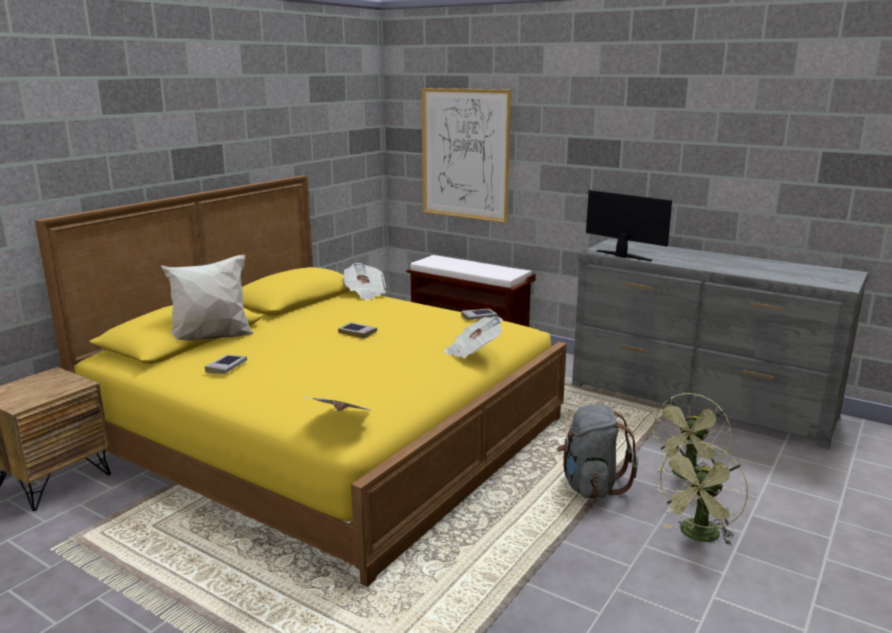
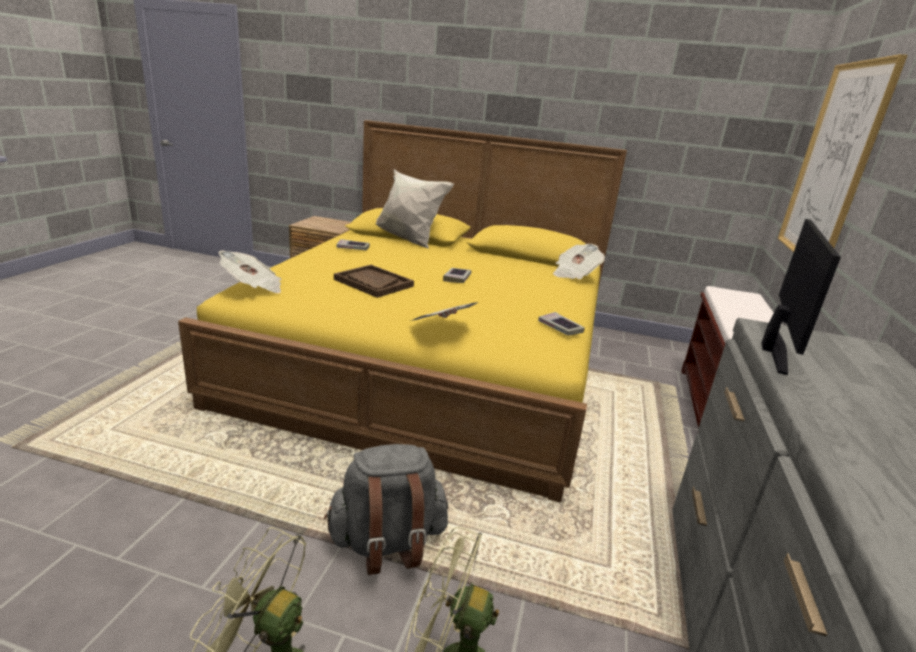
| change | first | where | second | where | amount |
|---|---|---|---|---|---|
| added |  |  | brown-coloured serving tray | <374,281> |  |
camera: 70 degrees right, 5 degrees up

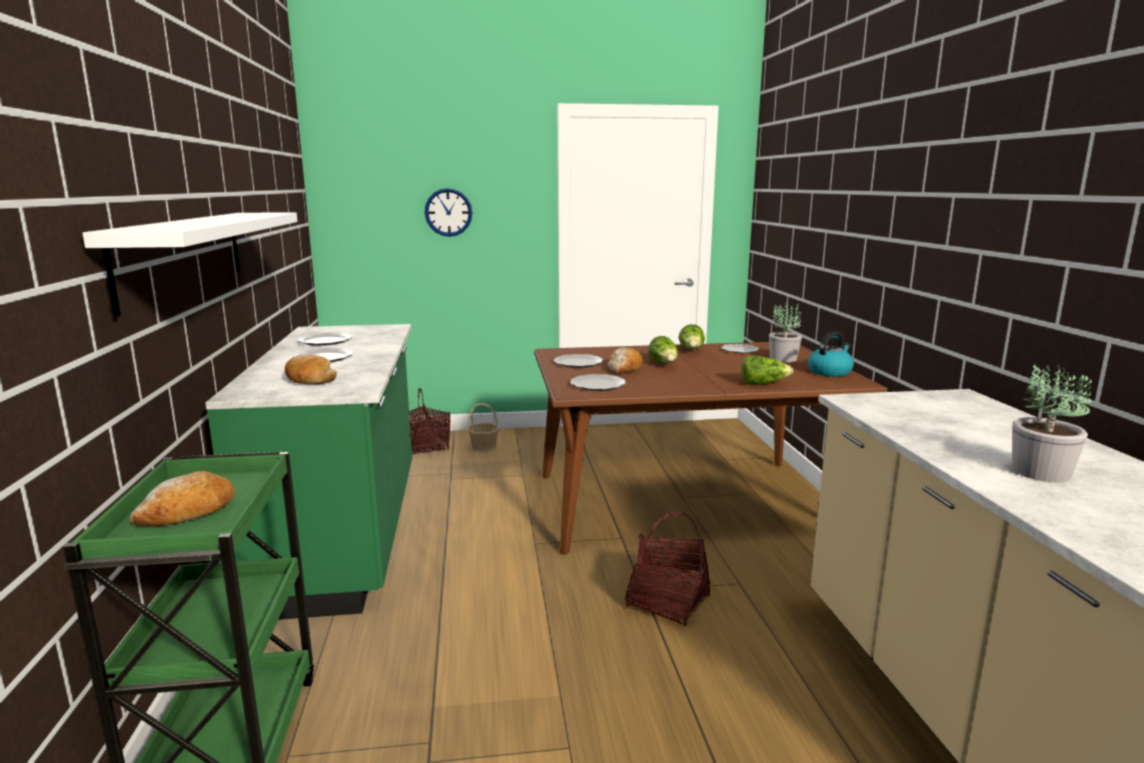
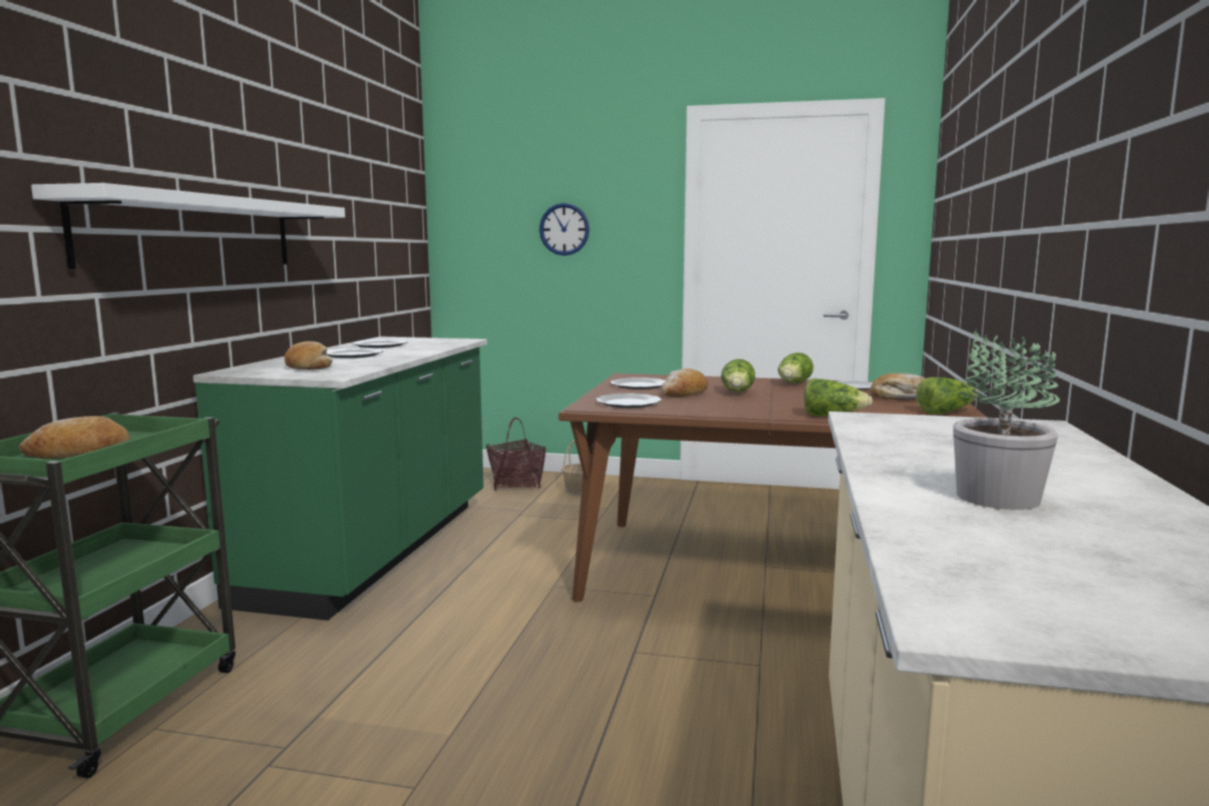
| change | first | where | second | where | amount |
|---|---|---|---|---|---|
| removed | basket | <667,569> |  |  |  |
| replaced | houseplant | <785,332> | bread | <897,386> |  |
| replaced | kettle | <831,354> | lettuce | <947,395> |  |
camera: 20 degrees right, 5 degrees down

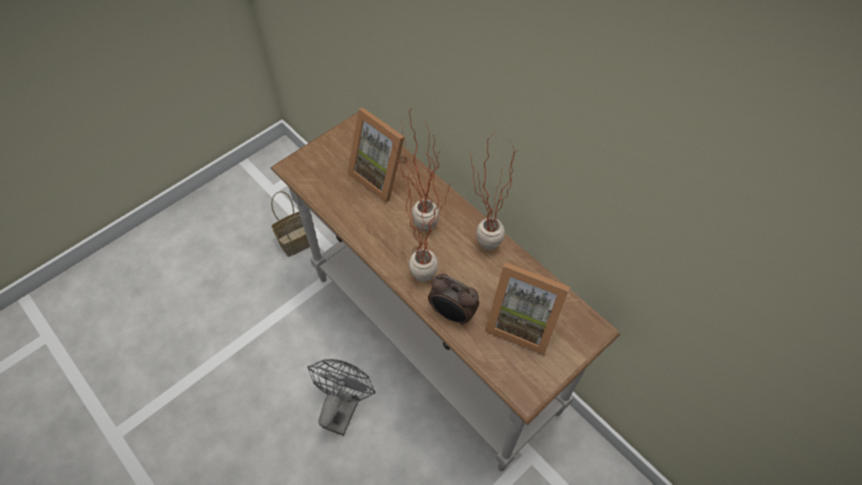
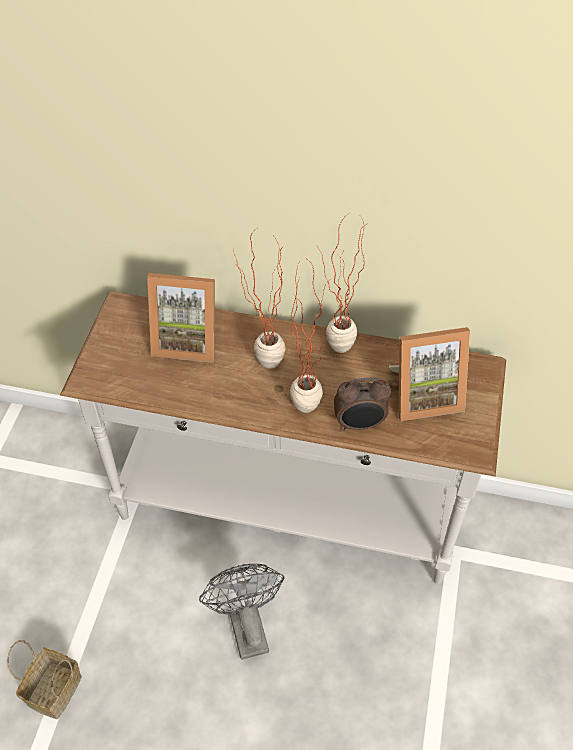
| change | first | where | second | where | amount |
|---|---|---|---|---|---|
| moved | basket | <290,224> |  | <44,679> |  |
camera: 35 degrees left, 5 degrees down

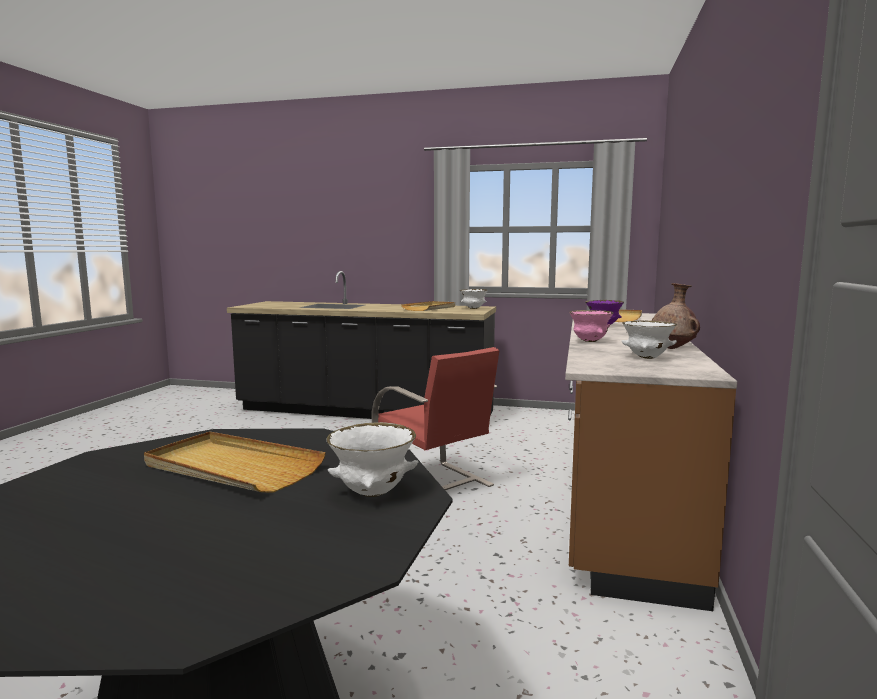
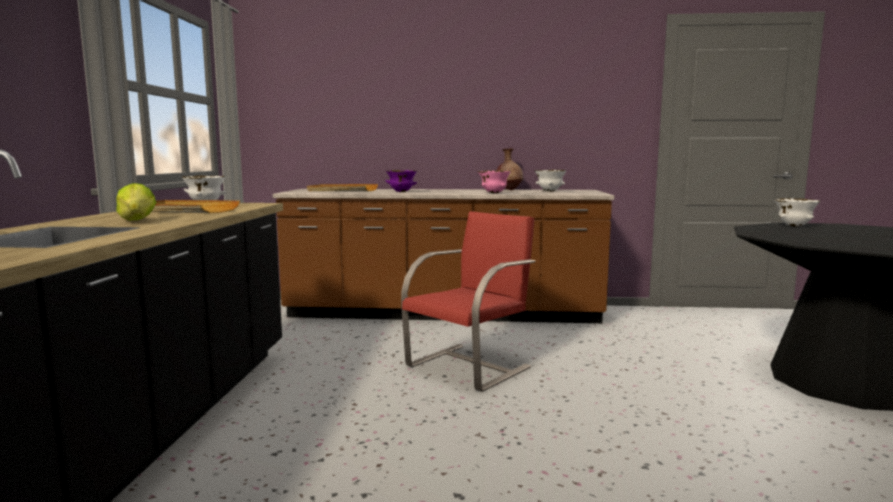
| change | first | where | second | where | amount |
|---|---|---|---|---|---|
| removed | beige-coloured serving tray | <235,462> |  |  |  |
| added |  |  | lettuce | <136,202> |  |
camera: 100 degrees left, 0 degrees up

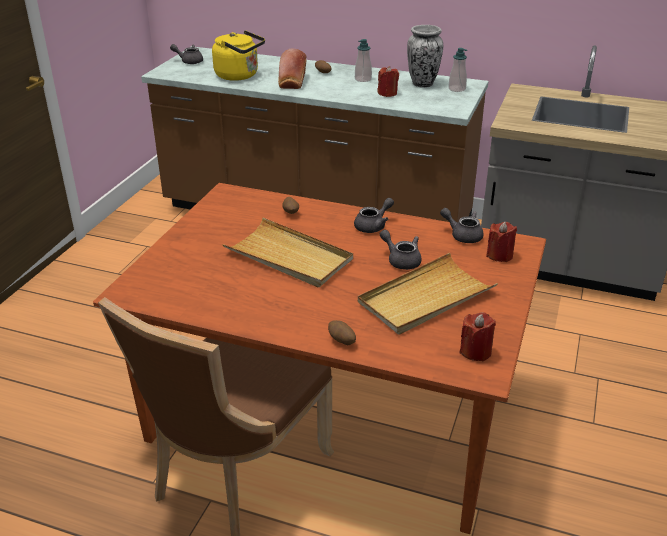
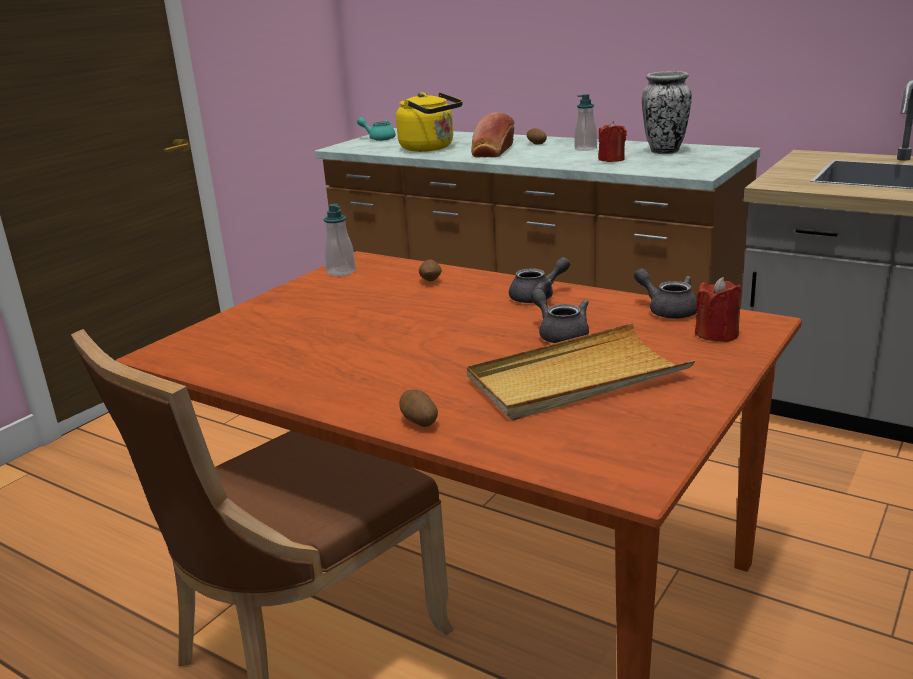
| change | first | where | second | where | amount |
|---|---|---|---|---|---|
| removed | beige-coloured serving tray | <287,252> |  |  |  |
| removed | reddish candle | <477,336> |  |  |  |
| moved | soap bottle | <457,70> |  | <340,240> |  |
| recoloured | gray teapot | <186,54> | blue-green teapot | <376,129> |  |
camera: 15 degrees right, 10 degrees down

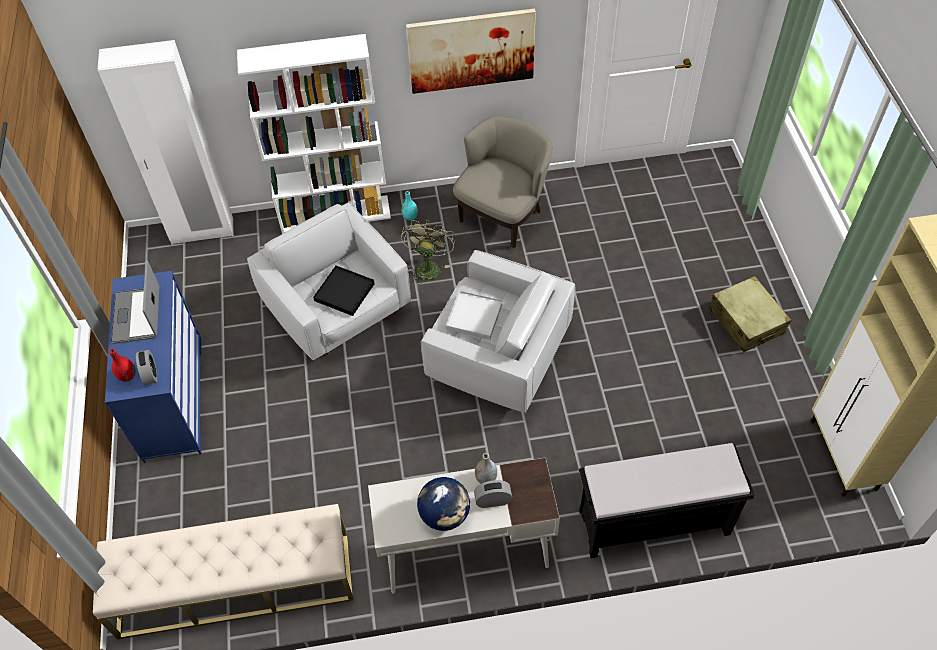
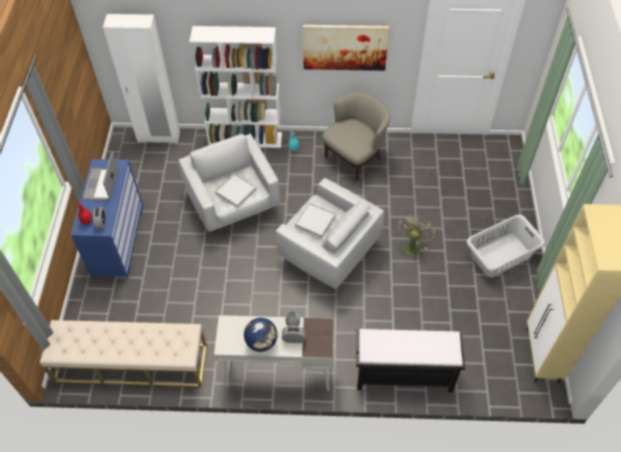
| change | first | where | second | where | amount |
|---|---|---|---|---|---|
| moved | green fan | <427,252> |  | <417,237> |  |
| replaced | beige-coloured travel case | <750,314> | gray washing basket | <506,246> |  |
| recoloured | blackish serving tray | <344,291> | whitish serving tray | <235,190> |  |
camera: 10 degrees right, 0 degrees up

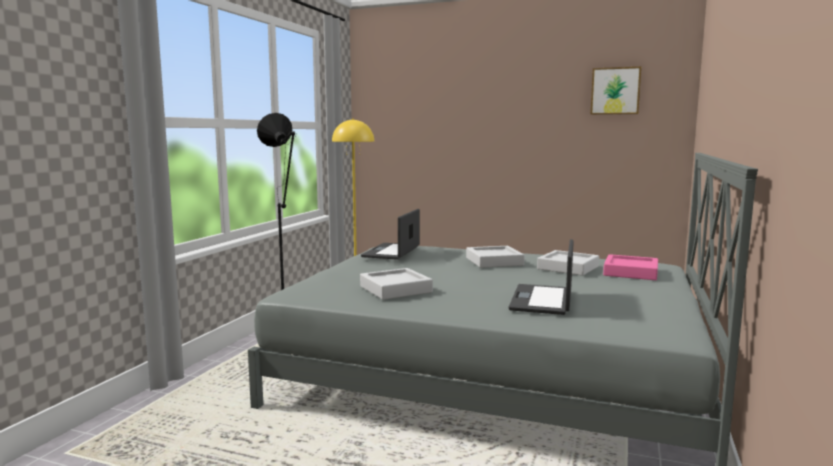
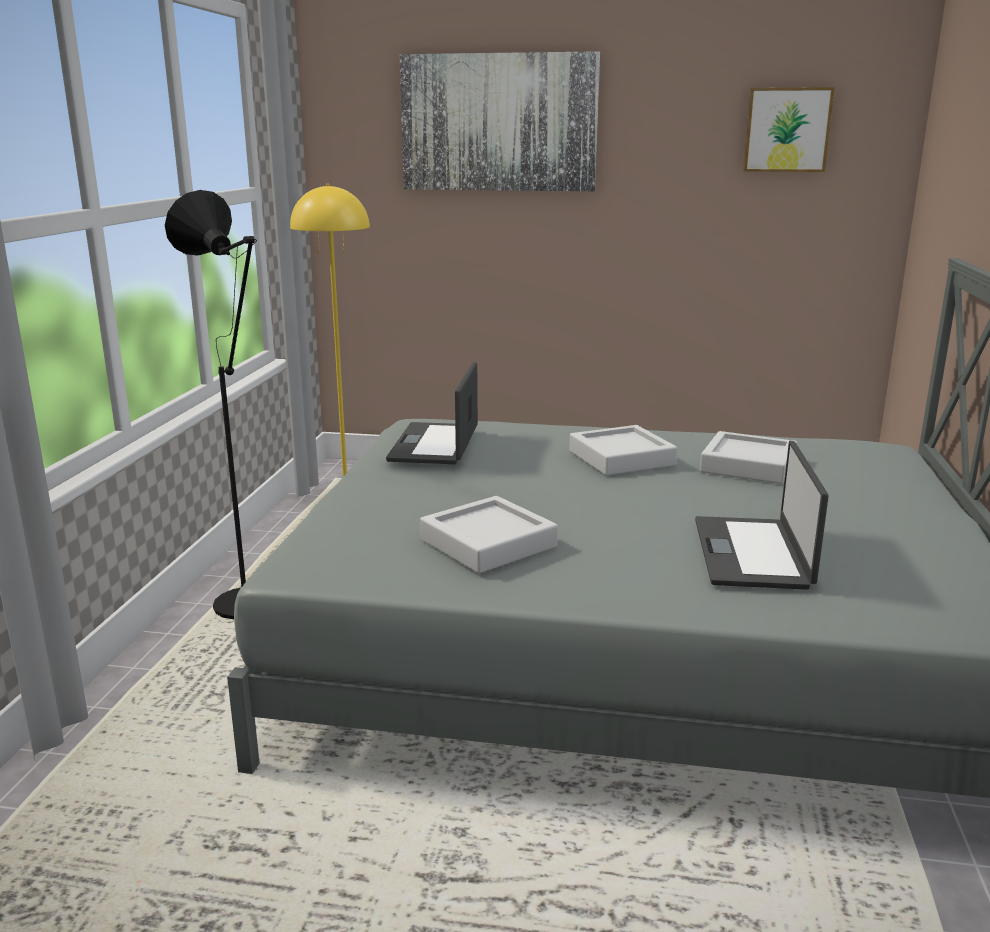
| change | first | where | second | where | amount |
|---|---|---|---|---|---|
| removed | pink-coloured serving tray | <630,267> |  |  |  |
| added |  |  | wall picture | <499,121> |  |
camera: 10 degrees left, 10 degrees up

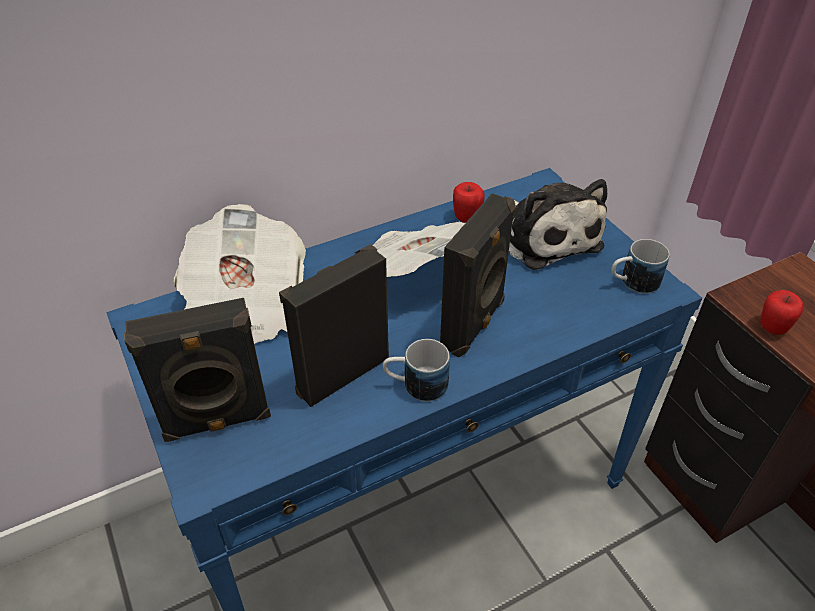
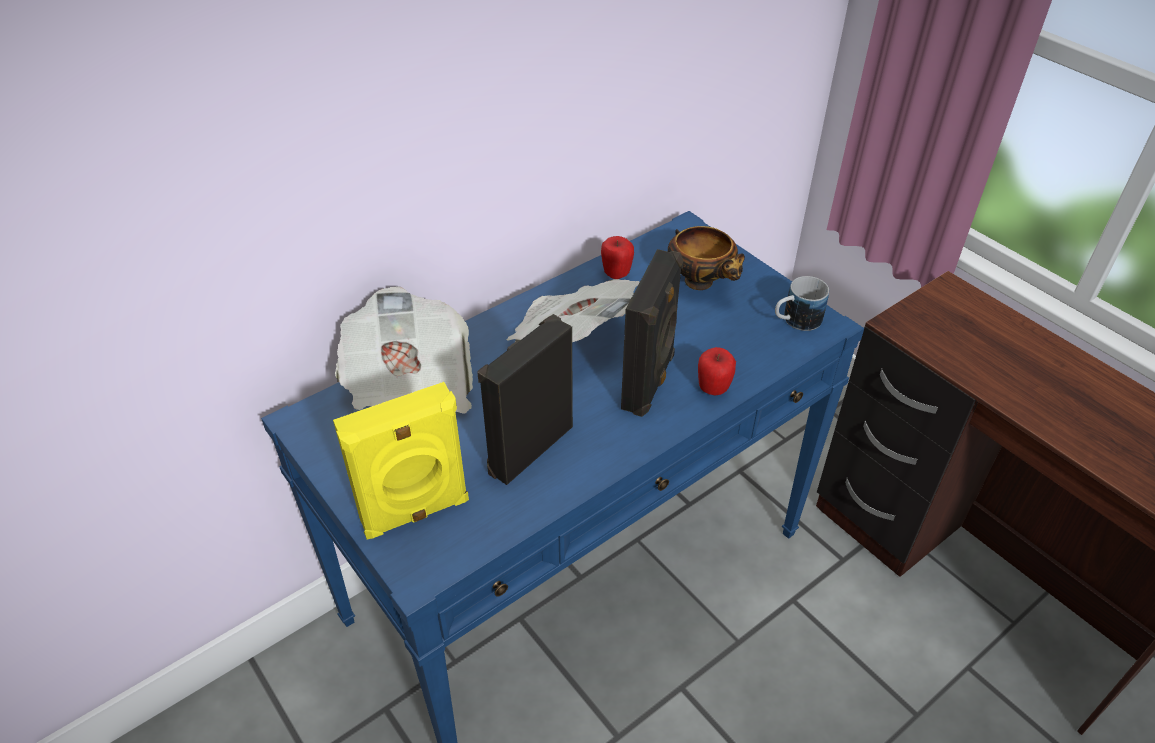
| change | first | where | second | where | amount |
|---|---|---|---|---|---|
| removed | tea mug | <416,370> |  |  |  |
| moved | apple | <782,312> |  | <717,371> |  |
| replaced | cuddly toy | <558,224> | deep dish | <706,258> |  |
| recoloured | blackish audio speaker | <197,370> | yellow-coloured audio speaker | <401,460> |  |
camera: 10 degrees left, 0 degrees up

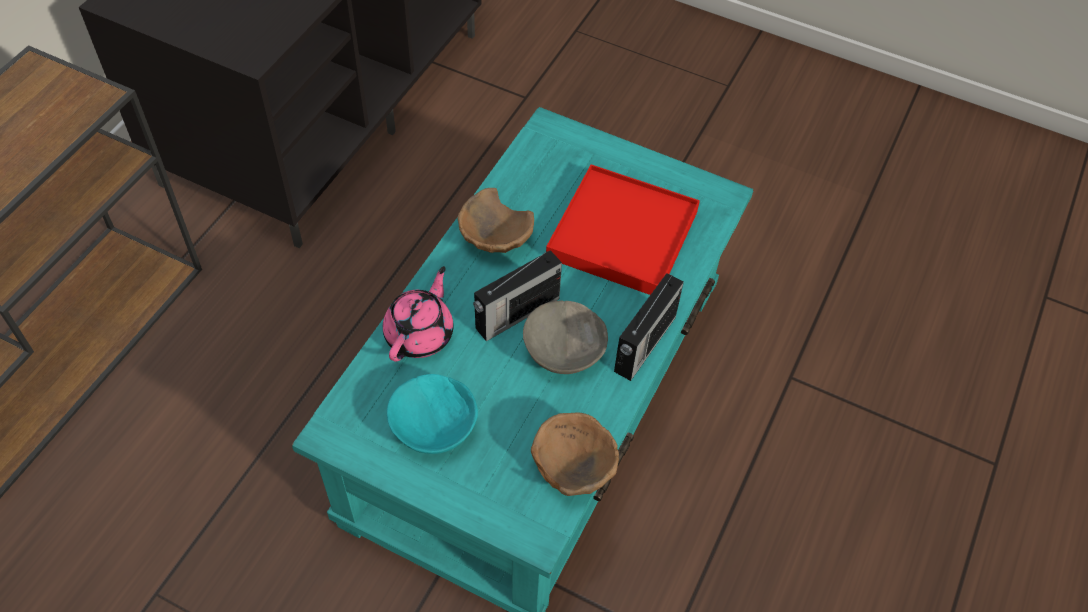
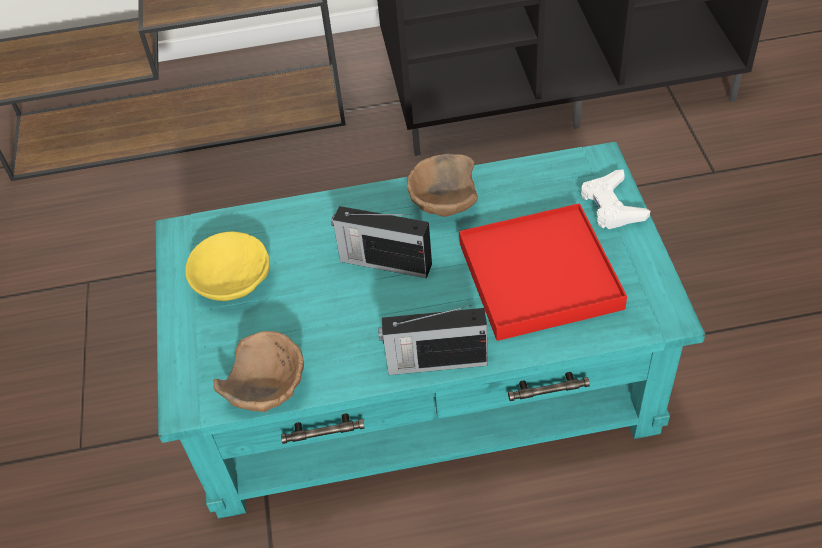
| change | first | where | second | where | amount |
|---|---|---|---|---|---|
| removed | pink-coloured teapot | <418,314> |  |  |  |
| removed | gray deep dish | <565,337> |  |  |  |
| added |  |  | whitish gamepad | <615,199> |  |
| recoloured | blue-green deep dish | <432,414> | yellow-coloured deep dish | <227,266> |  |
camera: 60 degrees right, 5 degrees down

